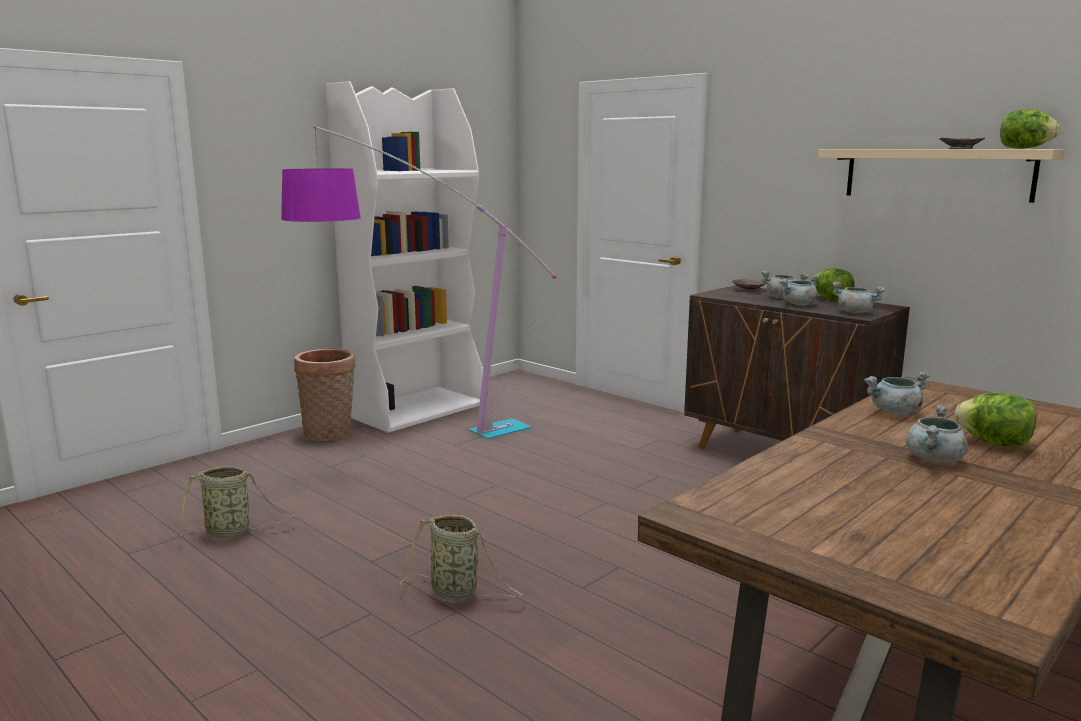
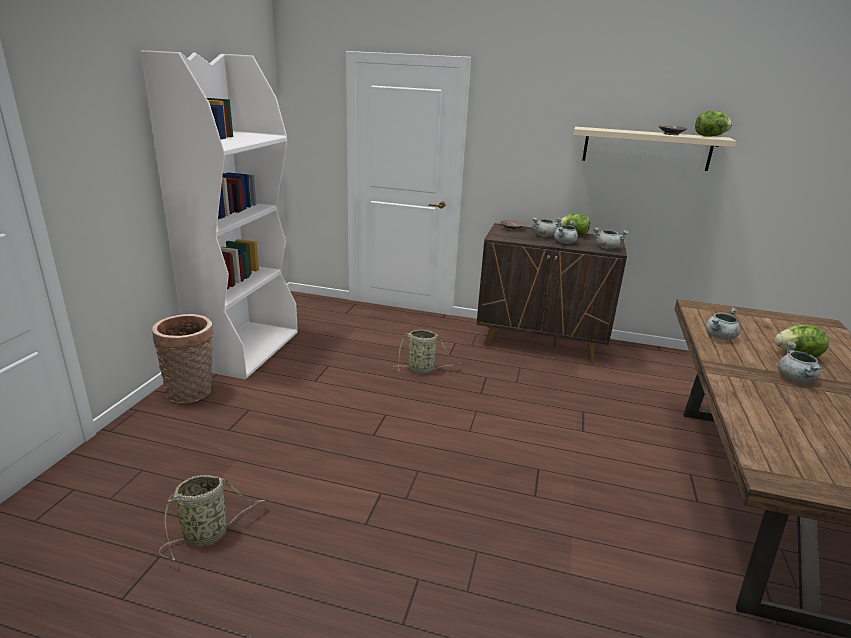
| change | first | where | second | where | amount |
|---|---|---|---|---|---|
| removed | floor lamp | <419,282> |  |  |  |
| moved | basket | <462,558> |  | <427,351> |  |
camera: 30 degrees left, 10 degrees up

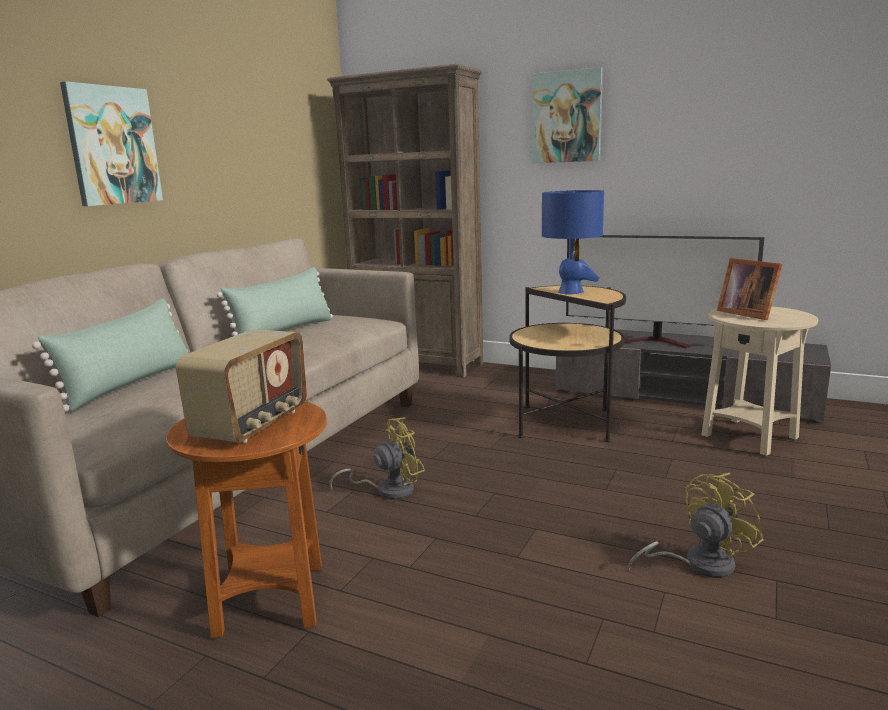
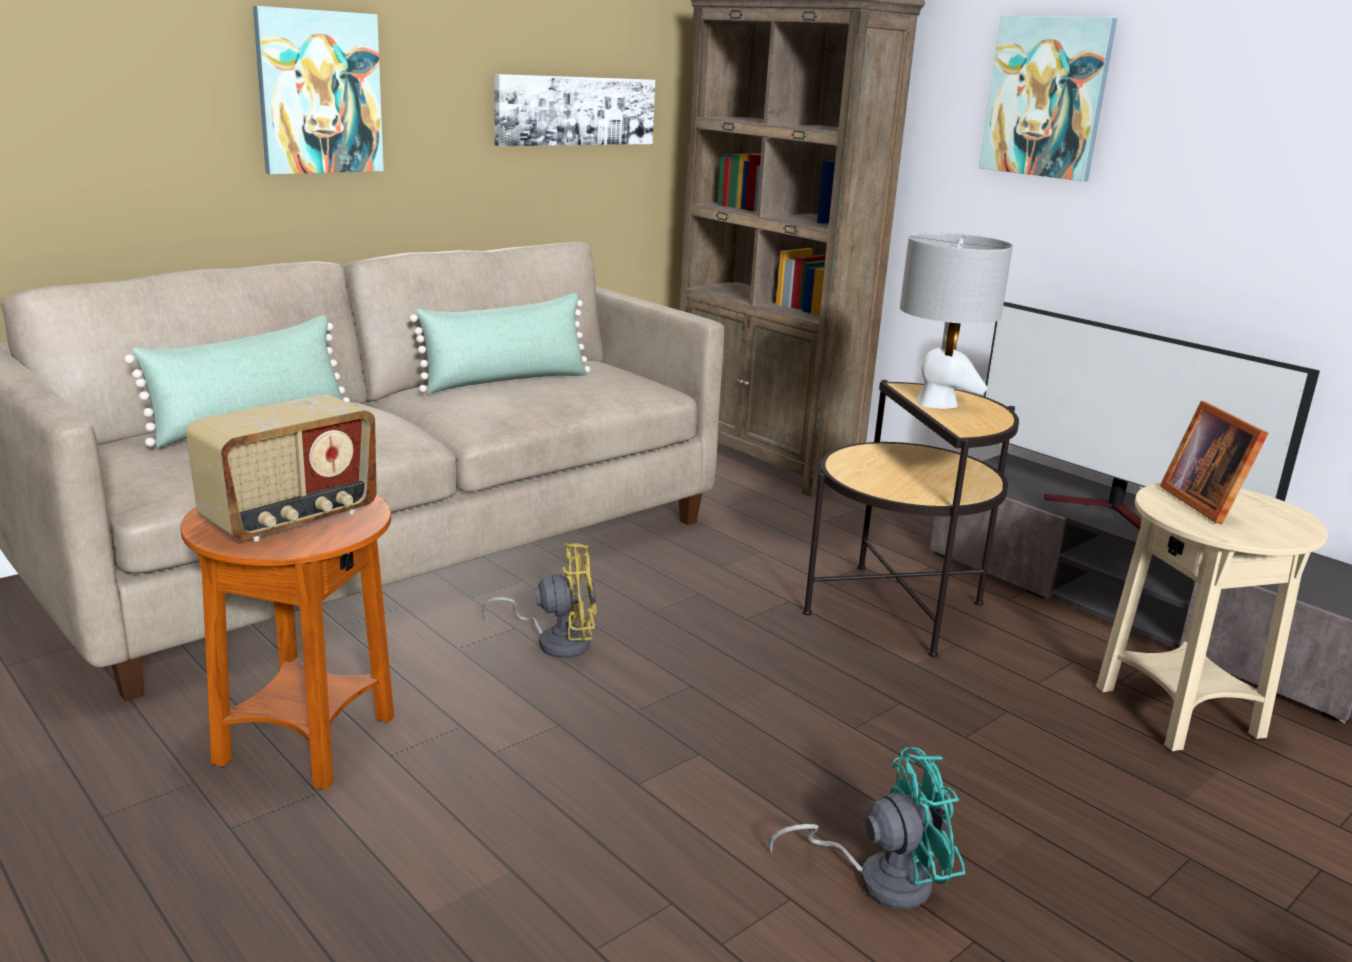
| change | first | where | second | where | amount |
|---|---|---|---|---|---|
| added |  |  | wall picture | <574,110> |  |
| recoloured | blue-coloured tabletop lamp | <573,242> | gray tabletop lamp | <956,321> |  |
| recoloured | yellow-coloured fan | <695,525> | blue-green fan | <867,828> |  |
camera: 20 degrees right, 5 degrees up

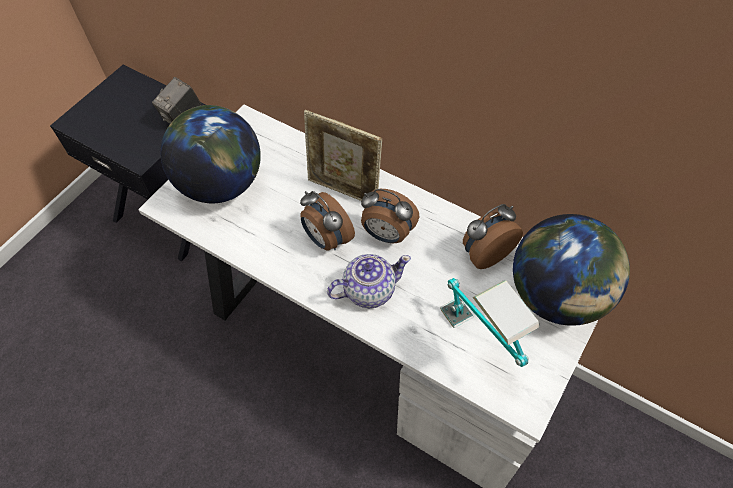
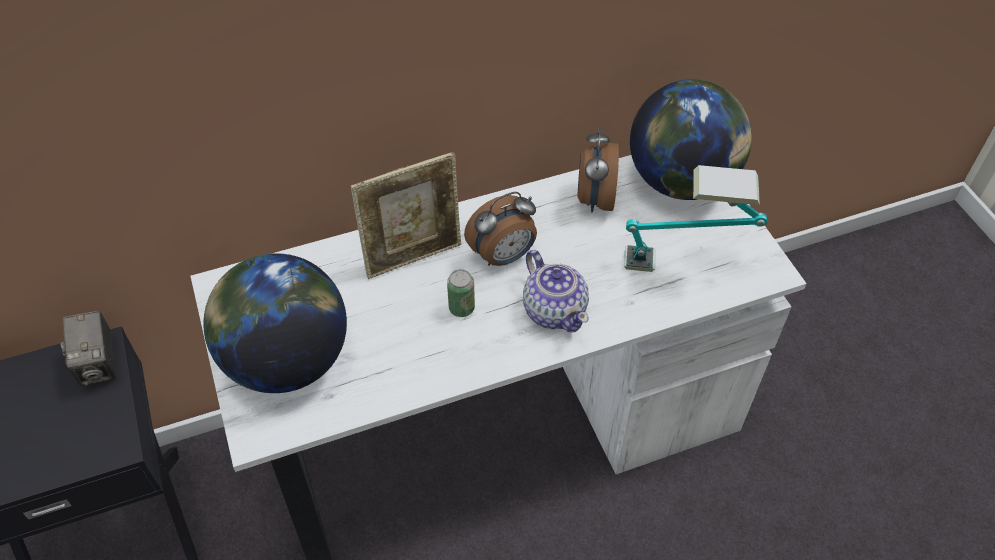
| change | first | where | second | where | amount |
|---|---|---|---|---|---|
| replaced | table clock | <327,221> | metal can | <461,293> |  |
| turned | teapot | <369,281> |  | <556,291> | 135 degrees clockwise |
camera: 55 degrees left, 5 degrees down

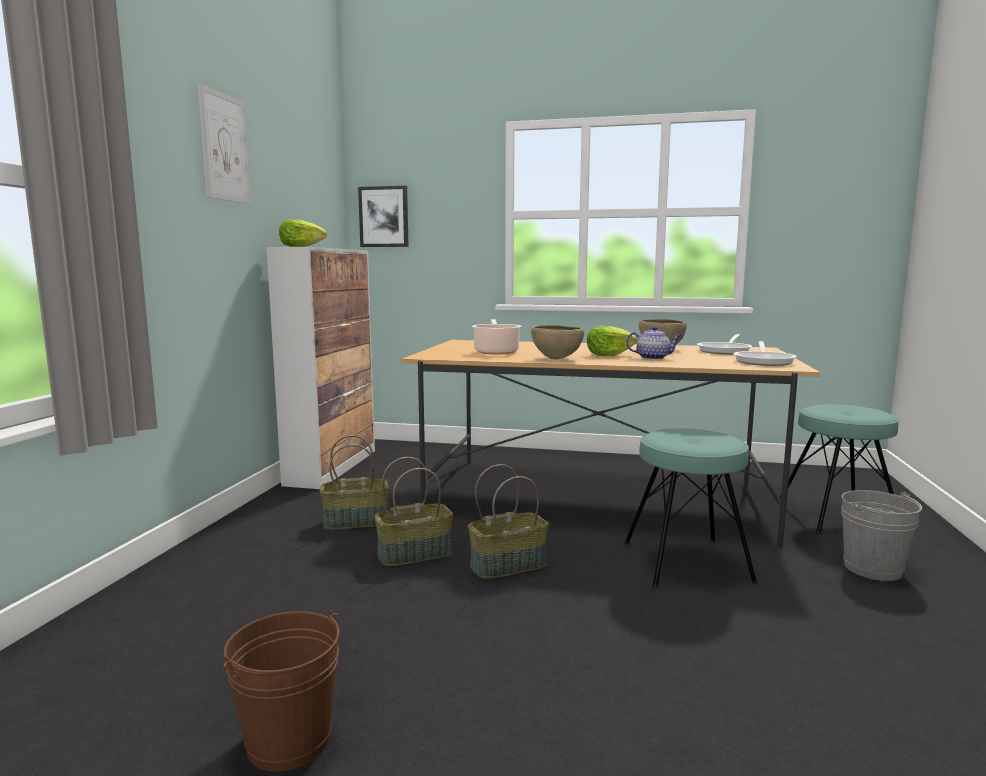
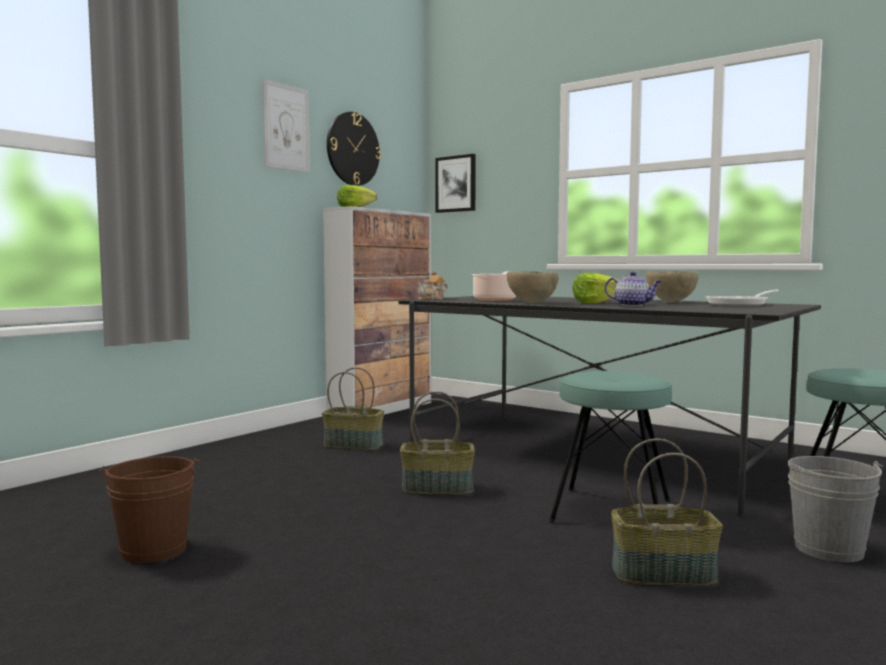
| change | first | where | second | where | amount |
|---|---|---|---|---|---|
| removed | pan | <765,353> |  |  |  |
| added |  |  | clock on the wall | <354,149> |  |
| added |  |  | teapot | <432,285> |  |
| moved | basket | <413,512> |  | <667,511> |  |
| recoloured | beige-coloured kitchen table | <610,443> | blackish kitchen table | <609,406> |  |
camera: 25 degrees right, 5 degrees down

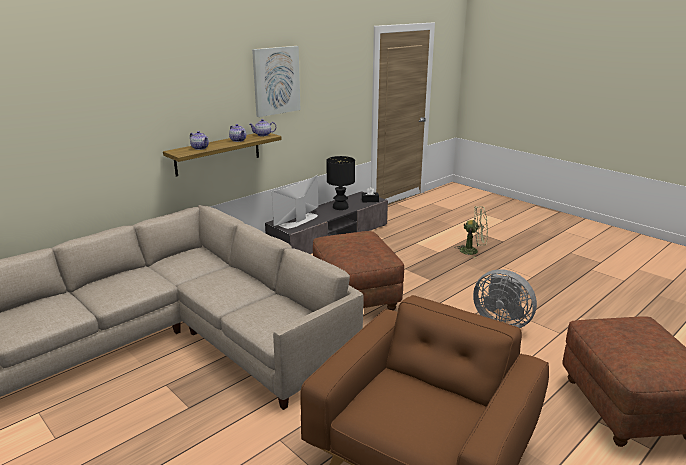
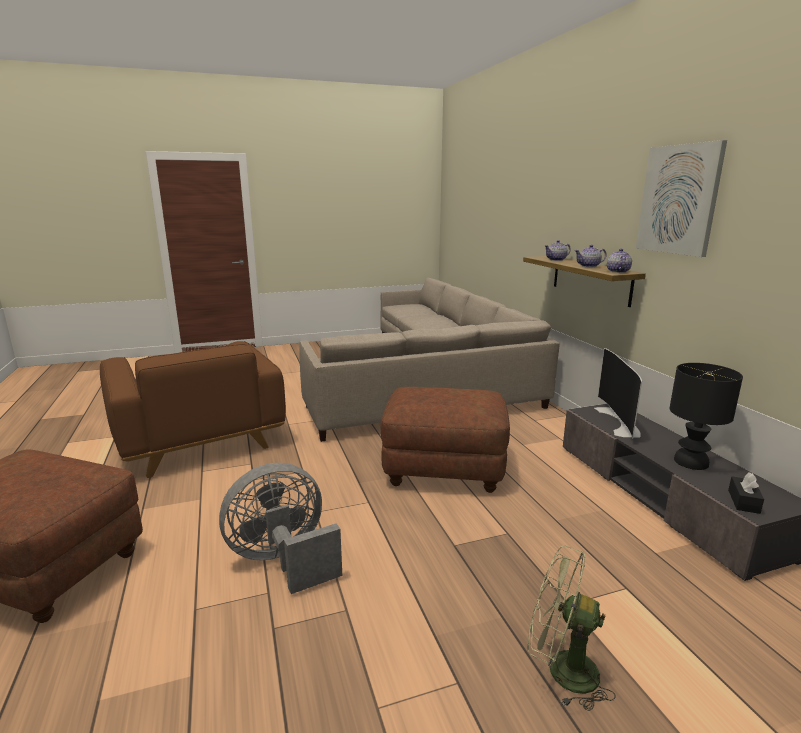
| change | first | where | second | where | amount |
|---|---|---|---|---|---|
| turned | TV | <295,202> |  | <618,393> | 150 degrees counterclockwise |
| turned | green fan | <472,232> |  | <571,628> | 75 degrees clockwise |
camera: 115 degrees right, 5 degrees down

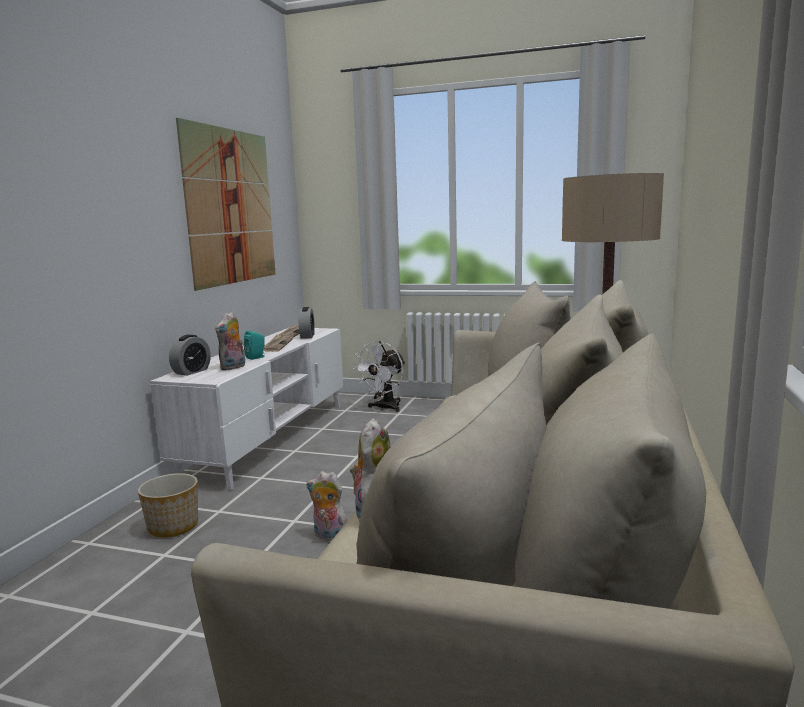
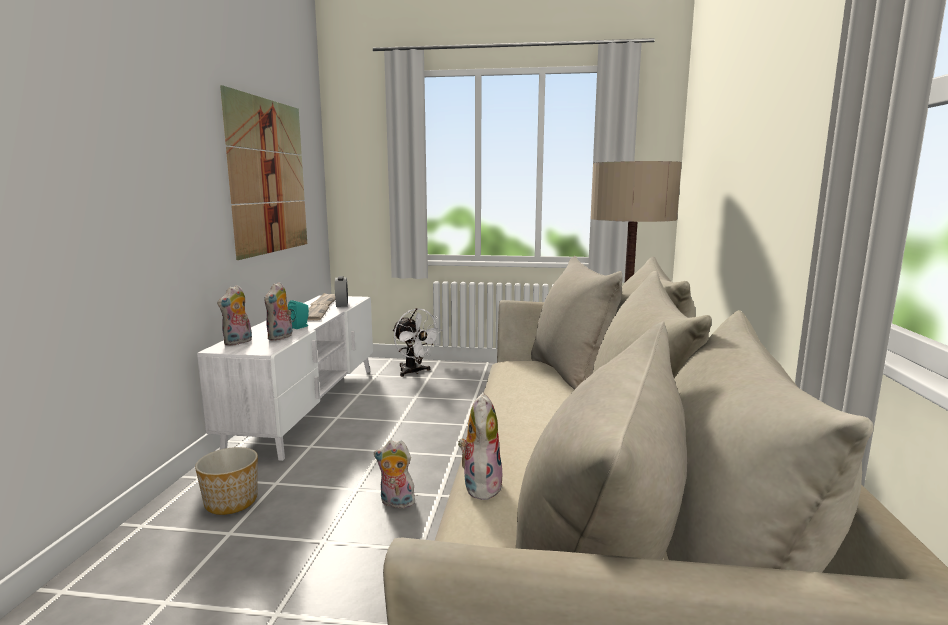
| change | first | where | second | where | amount |
|---|---|---|---|---|---|
| replaced | table clock | <190,355> | cuddly toy | <234,315> |  |
| turned | whitish fan | <379,376> |  | <417,342> | 60 degrees counterclockwise |
camera: 10 degrees left, 0 degrees up

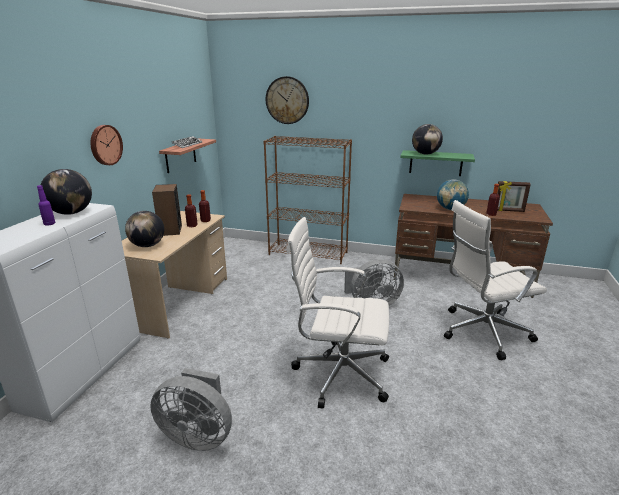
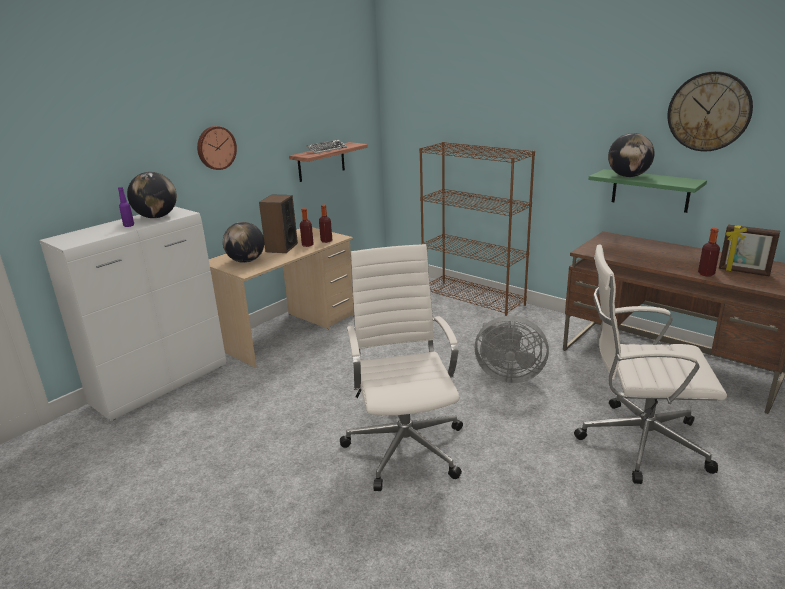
| change | first | where | second | where | amount |
|---|---|---|---|---|---|
| removed | gray fan | <191,409> |  |  |  |
| removed | globe | <453,194> |  |  |  |
| moved | clock on the wall | <287,100> |  | <710,111> |  |
| turned | whitish computer chair | <338,312> |  | <401,367> | 45 degrees clockwise |
camera: 25 degrees right, 0 degrees up

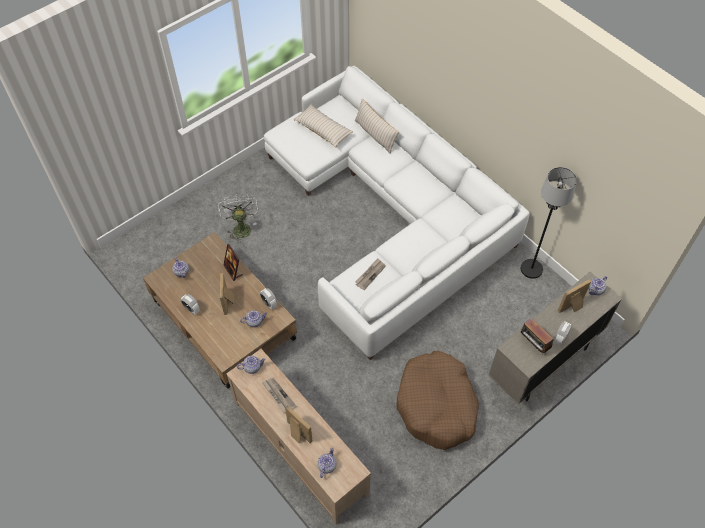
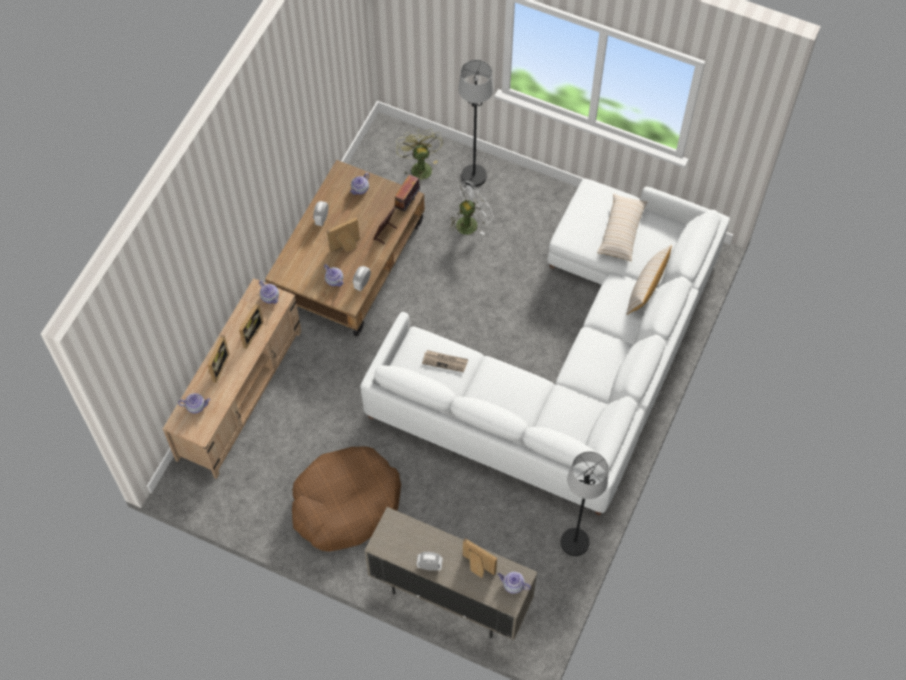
| change | first | where | second | where | amount |
|---|---|---|---|---|---|
| added |  |  | green fan | <419,155> |  |
| added |  |  | blackish floor lamp | <476,123> |  |
| moved | radio set | <537,336> |  | <406,193> |  |
| replaced | printed paper | <279,396> | photo frame | <251,325> |  |
camera: 65 degrees right, 5 degrees up

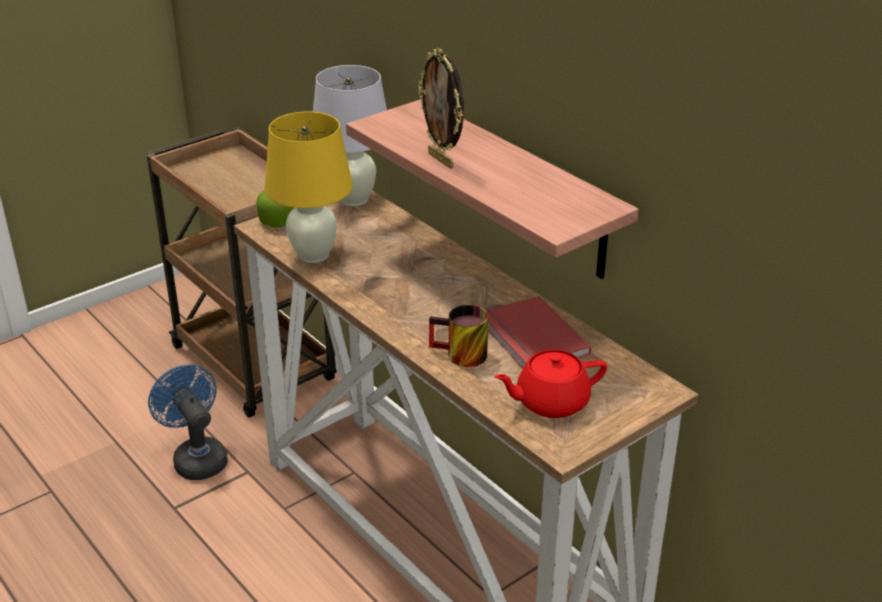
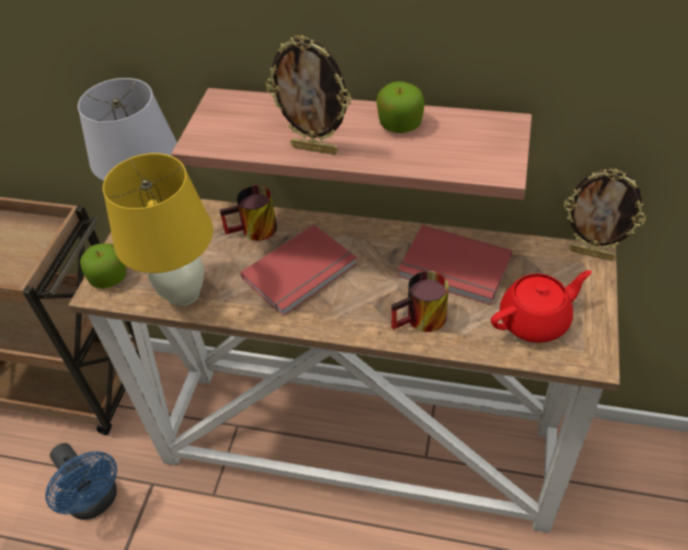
| change | first | where | second | where | amount |
|---|---|---|---|---|---|
| added |  |  | tea mug | <248,213> |  |
| added |  |  | reddish book | <298,270> |  |
| added |  |  | apple | <400,107> |  |
| added |  |  | photo frame | <605,215> |  |
| turned | blue-coloured fan | <188,422> |  | <81,481> | 150 degrees counterclockwise |
| turned | reddish teapot | <550,384> |  | <541,306> | 150 degrees counterclockwise |
camera: 35 degrees left, 15 degrees up

